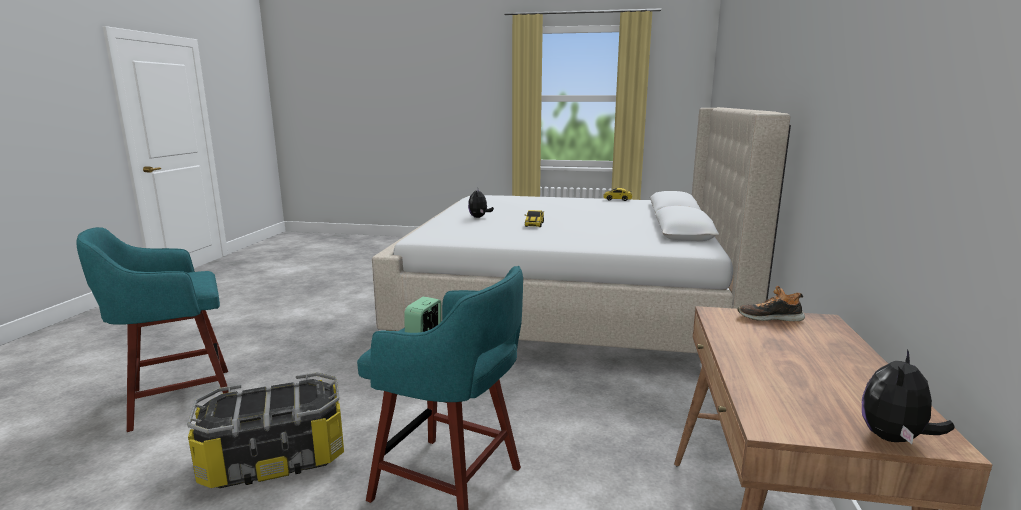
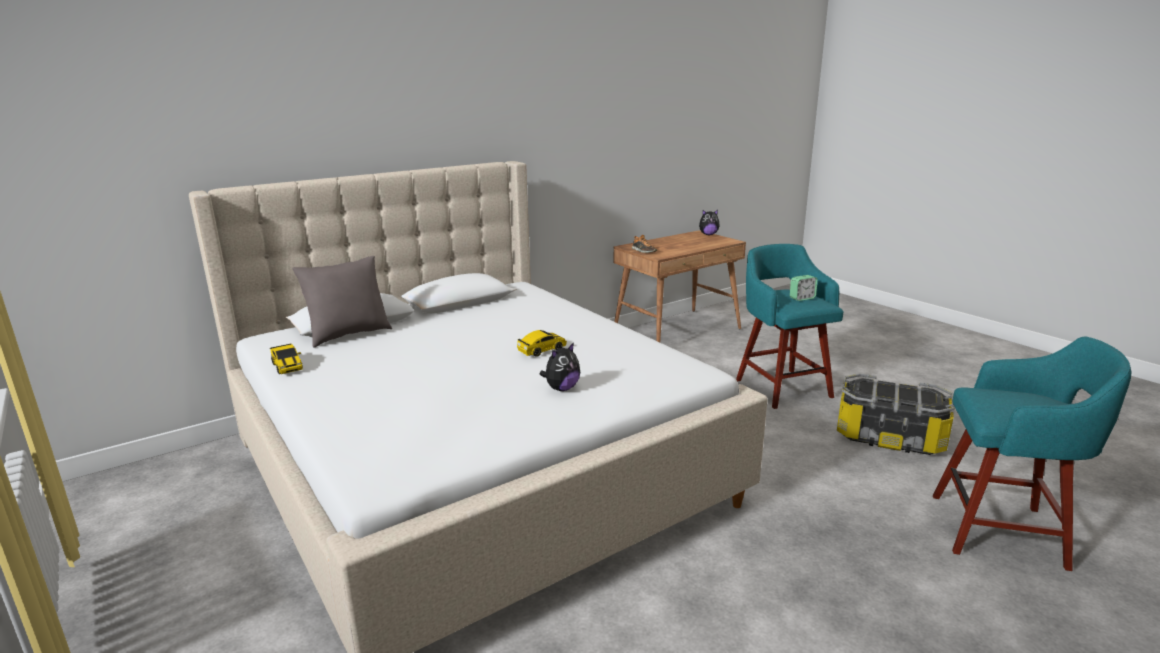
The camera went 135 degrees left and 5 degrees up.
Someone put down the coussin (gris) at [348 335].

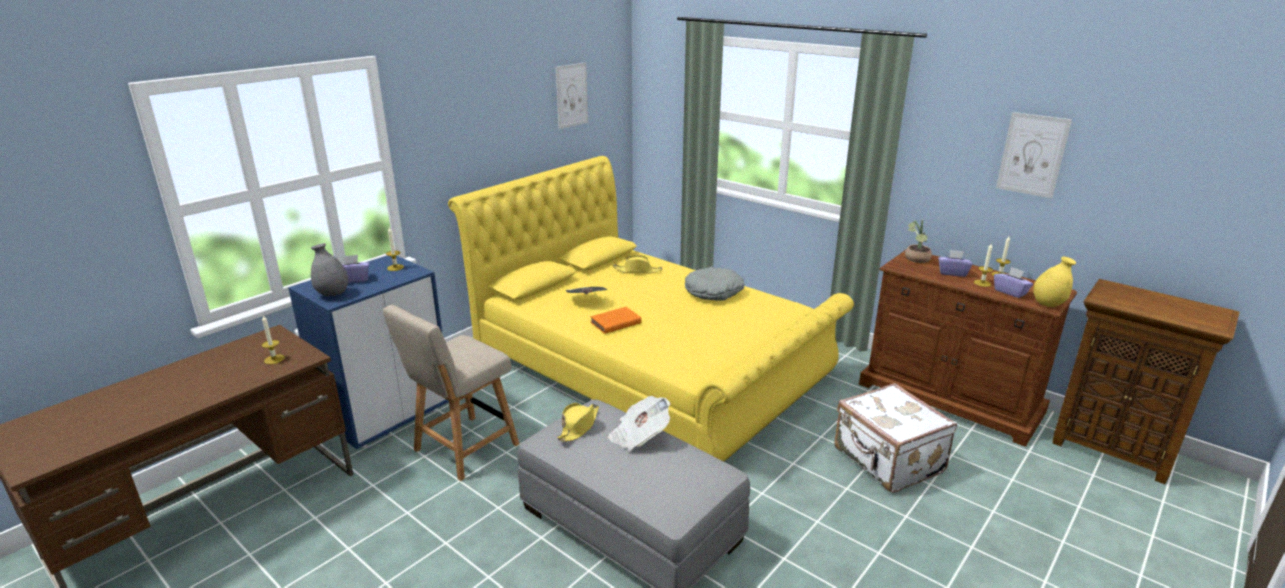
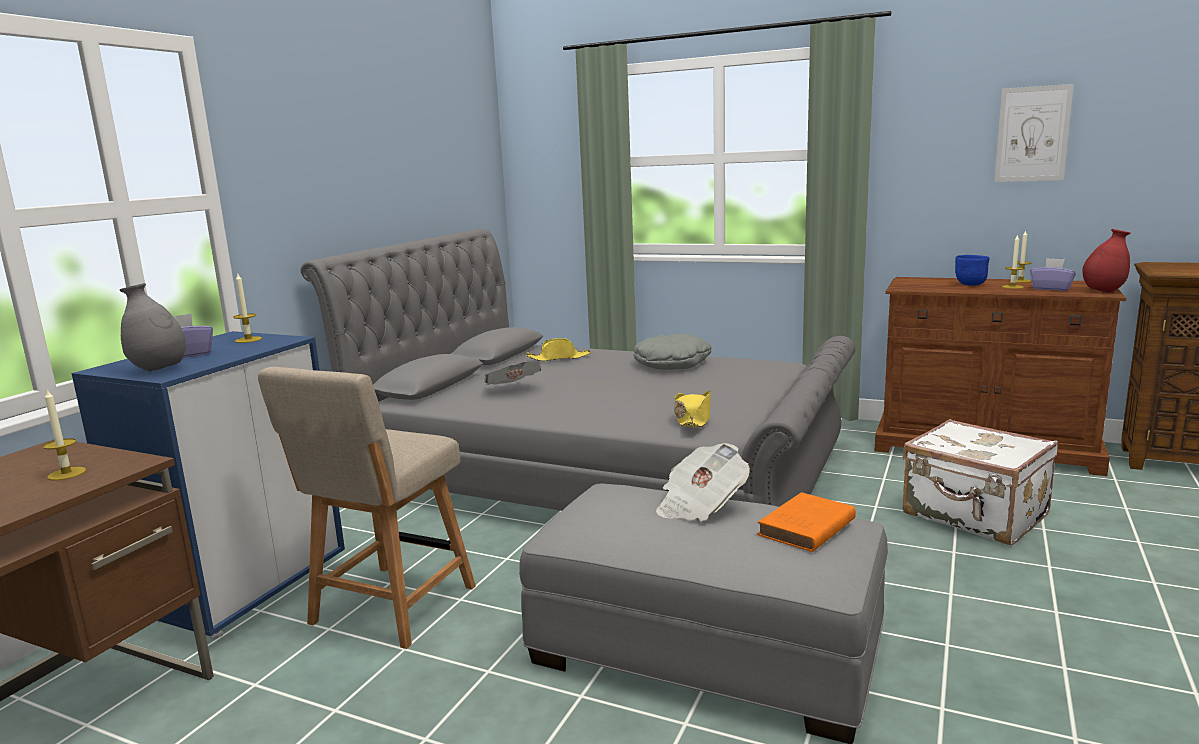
The camera went 15 degrees left and 10 degrees down.
Someone repainted the lit (jaune) at [648 362], which became the lit (gris) at [601 469].
Someone carried the chapeau (jaune) from [579 426] to [693 419].
Someone carried the livre (orange) from [614 323] to [805 528].
Someone swapped the boîte à mouchoirs (violet) at [952 273] for the bol (bleu) at [970 284].
Someone repainted the vase (jaune) at [1048 304], which became the vase (rouge) at [1103 291].
Someone took away the tableau at [571 95].
Someone took away the plante en pot at [916 259].

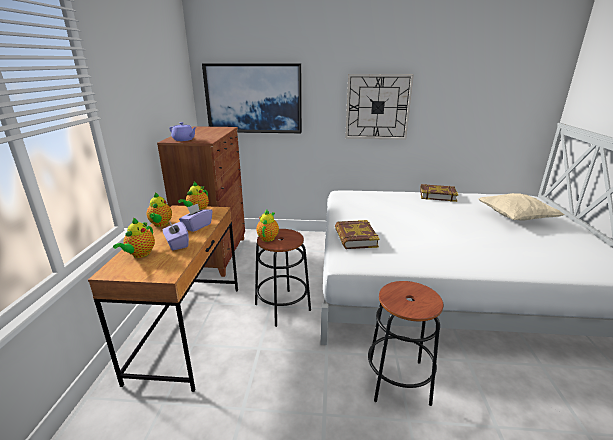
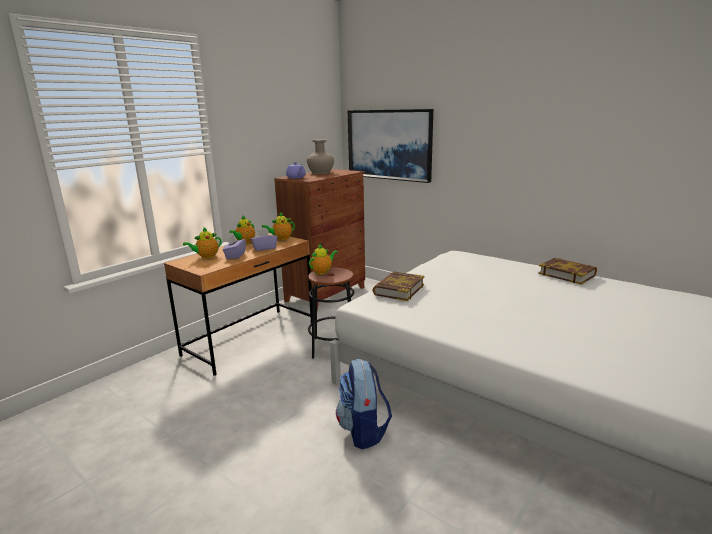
The camera went 35 degrees right and 5 degrees down.
Someone put down the vase (beige) at [321 172].
Someone swapped the tabouret (noir) at [398 380] for the sac à dos at [363 431].
Someone took away the horloge murale at [377 107].
Someone took away the coussin (beige) at [515 218].

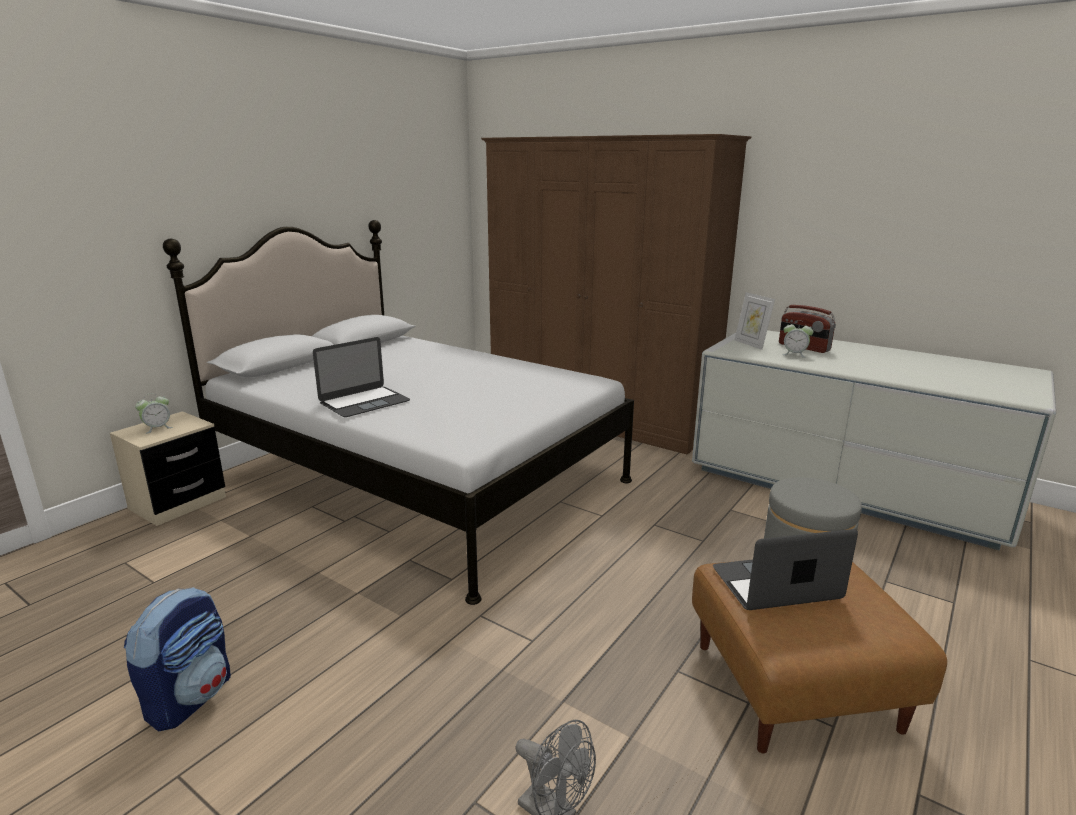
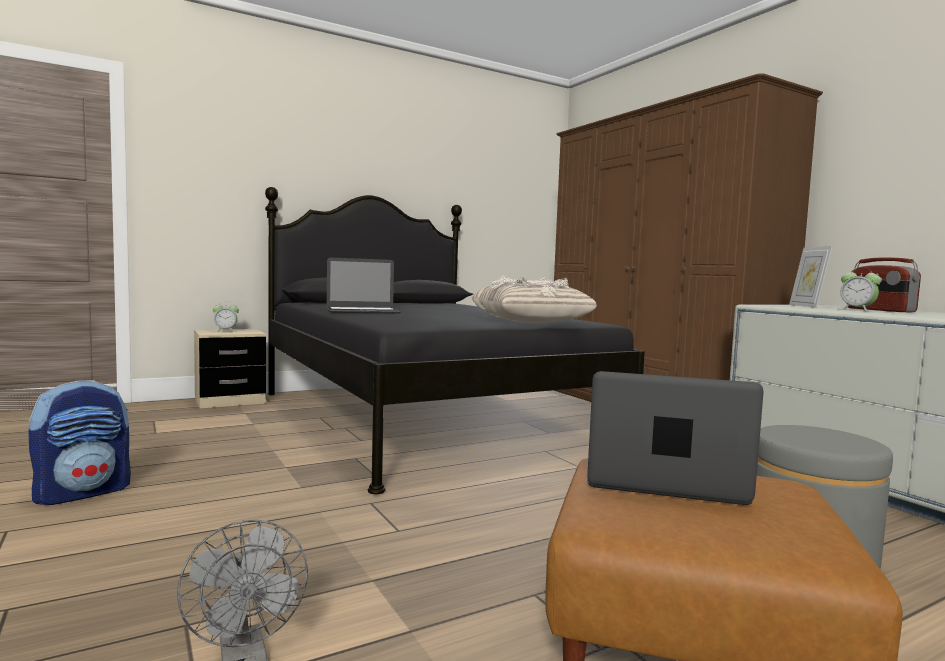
The camera went 25 degrees right and 15 degrees down.
Someone repainted the lit (blanc) at [419 480], which became the lit (noir) at [426 418].
Someone put down the coussin (beige) at [529 322].

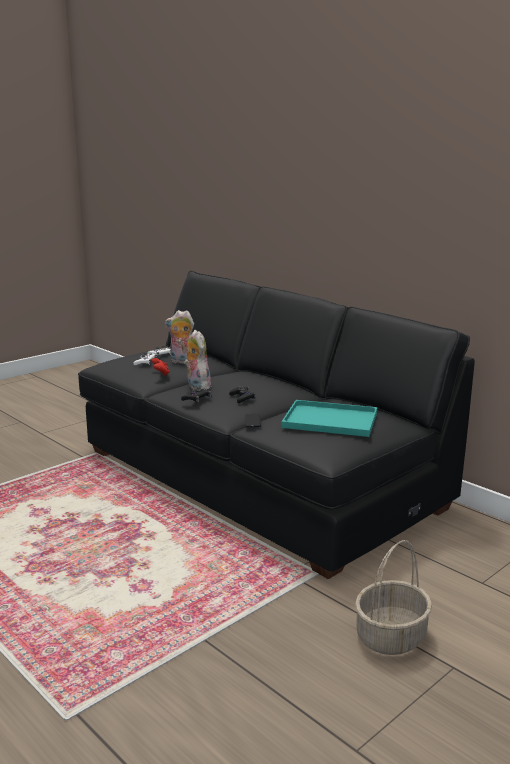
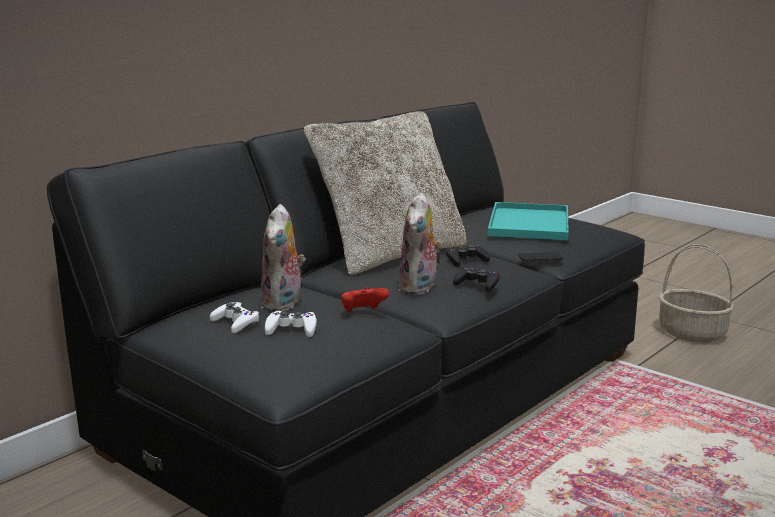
The camera went 95 degrees left and 0 degrees up.
Someone put down the coussin (beige) at [391 252].
Someone rotated the peluche at [196 386] by 45 degrees counterclockwise.

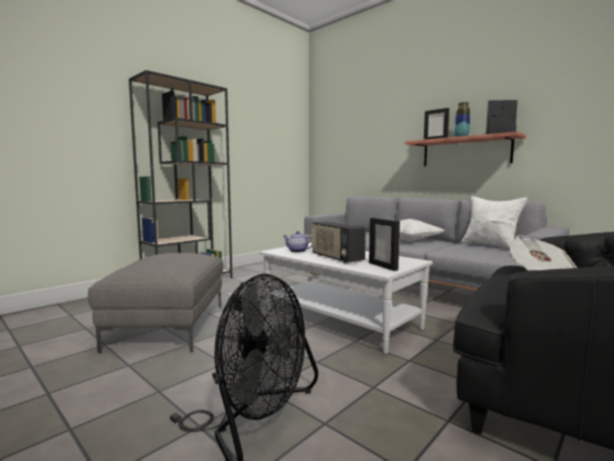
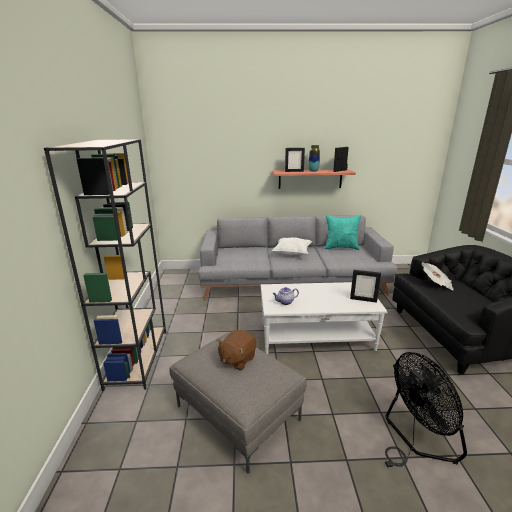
The camera went 45 degrees left and 15 degrees up.
Someone put down the peluche (marron) at [237 359].
Someone repainted the coussin (blanc) at [490 246], which became the coussin (turquoise) at [341 247].
Someone took away the radio at [336 258].

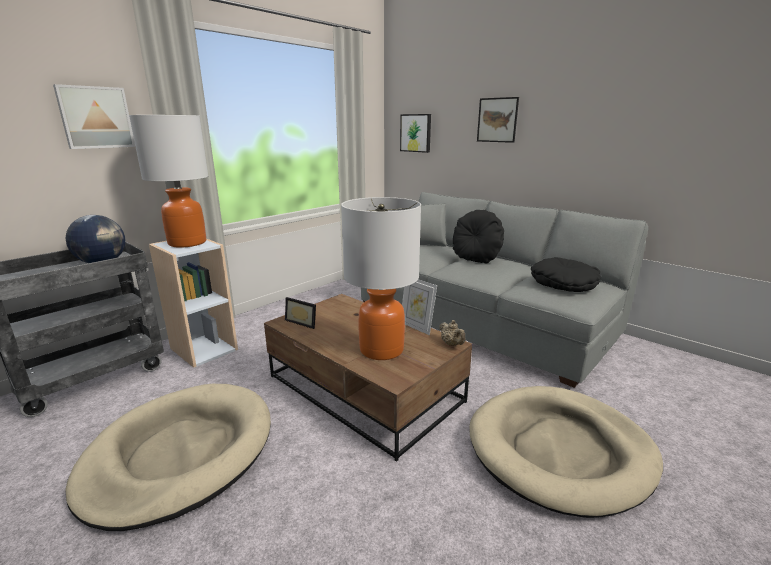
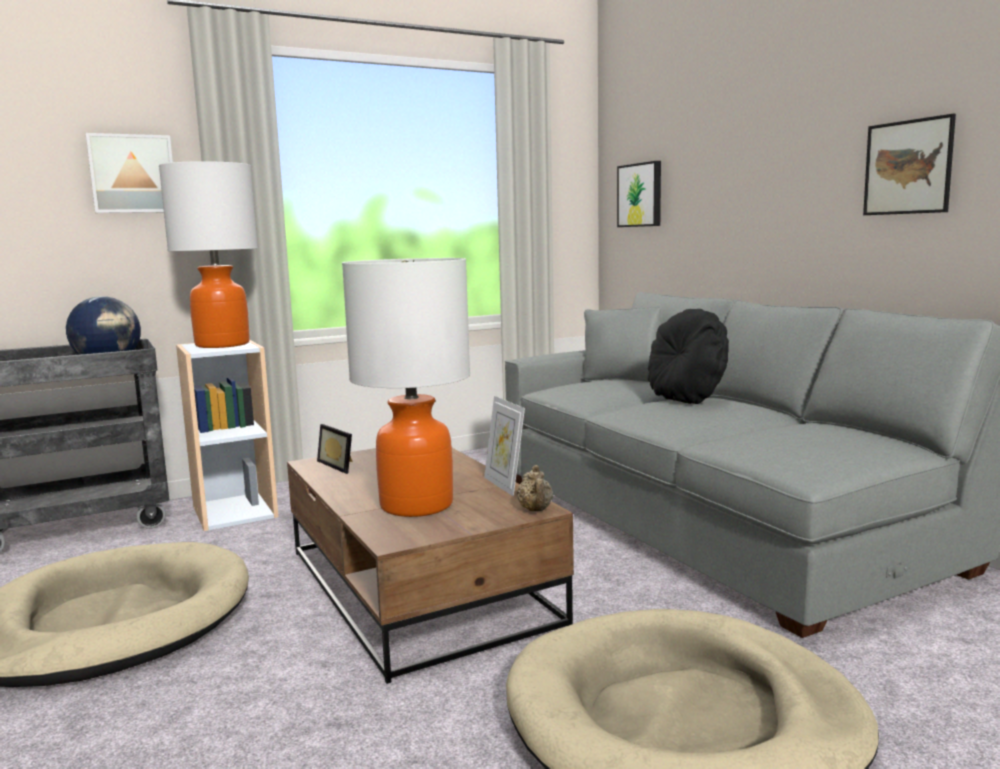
The camera went 20 degrees right and 10 degrees down.
Someone carried the tableau from [497 120] to [908 167].
Someone took away the coussin (noir) at [564 284].

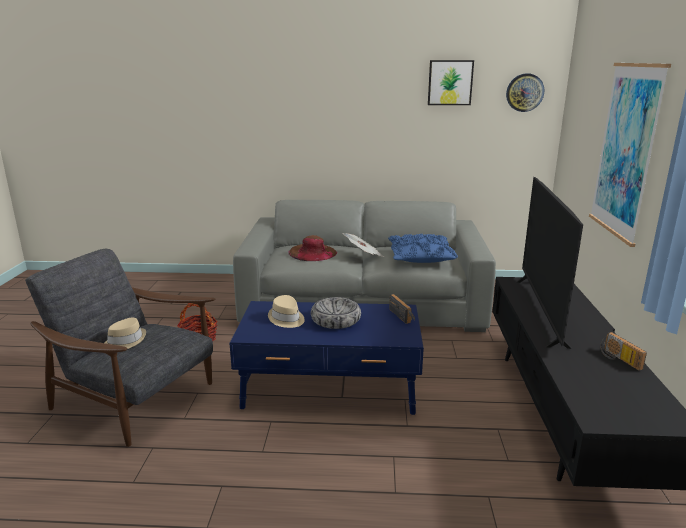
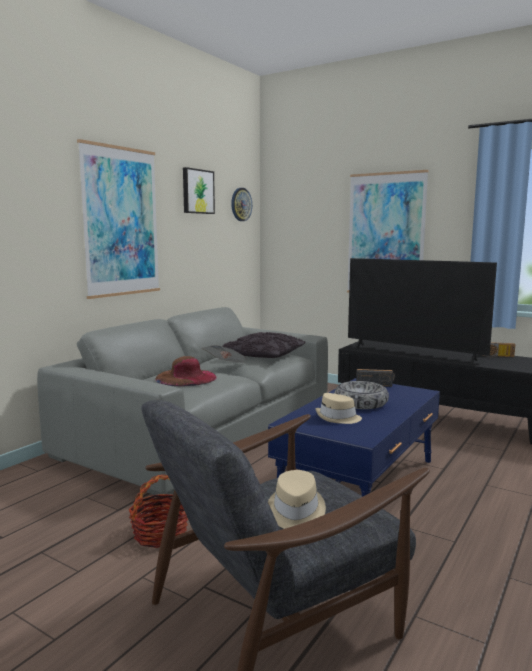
The camera went 60 degrees left and 10 degrees down.
Someone put up the tableau at [121 222].
Someone repainted the coussin (bleu) at [420 257], which became the coussin (noir) at [264 355].

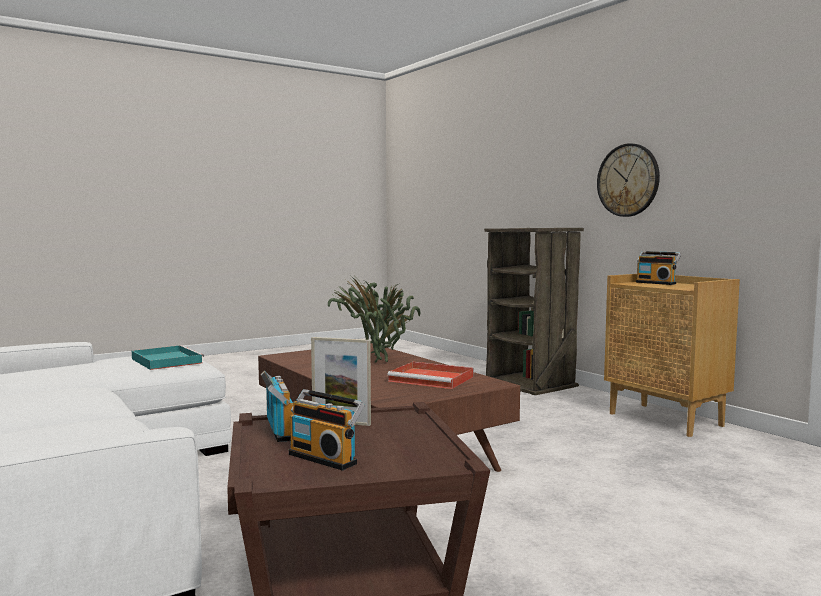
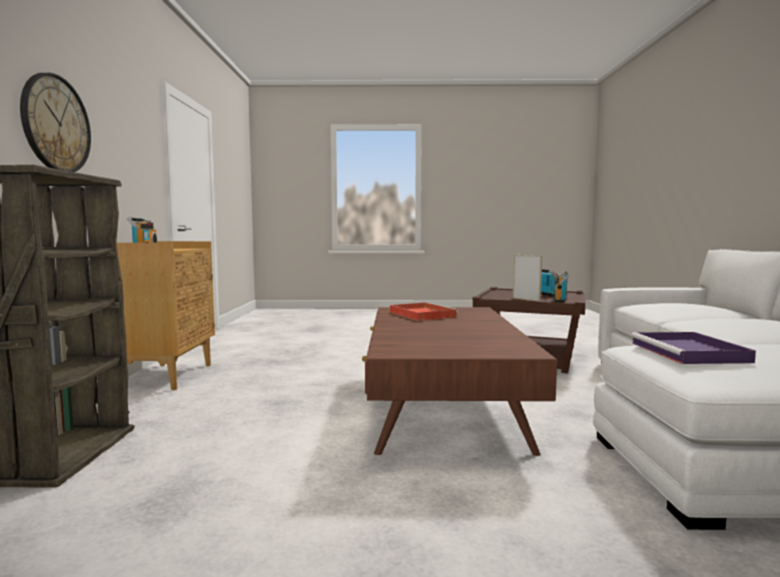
The camera went 145 degrees left and 0 degrees up.
Someone repainted the plateau (turquoise) at [165 361], which became the plateau (violet) at [690 353].
Someone took away the plante en pot at [378 361].

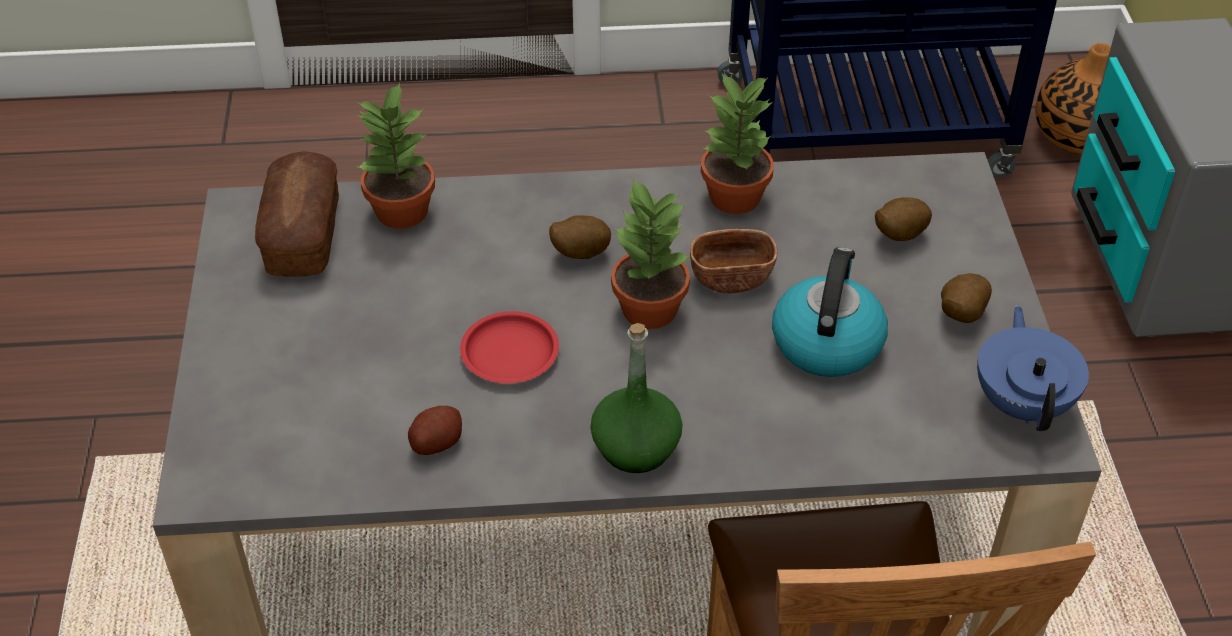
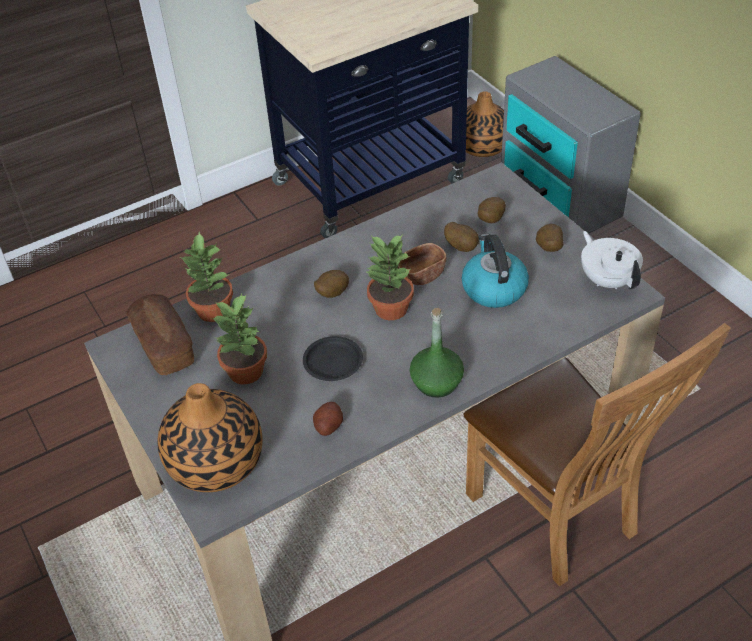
The camera went 25 degrees left and 0 degrees up.
Someone put down the vase at [215 462].
Someone carried the plante en pot from [735 198] to [246 372].
Someone repainted the assiette (rouge) at [509 352], which became the assiette (noir) at [332 362].
Someone put down the pomme de terre at [462 247].
Someone repainted the théière (bleu) at [1023 402], which became the théière (blanc) at [608 280].

